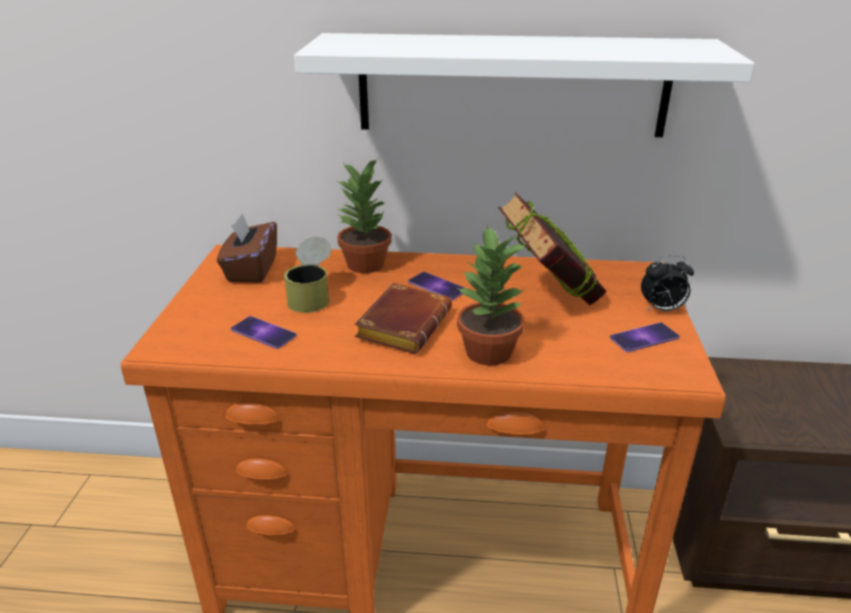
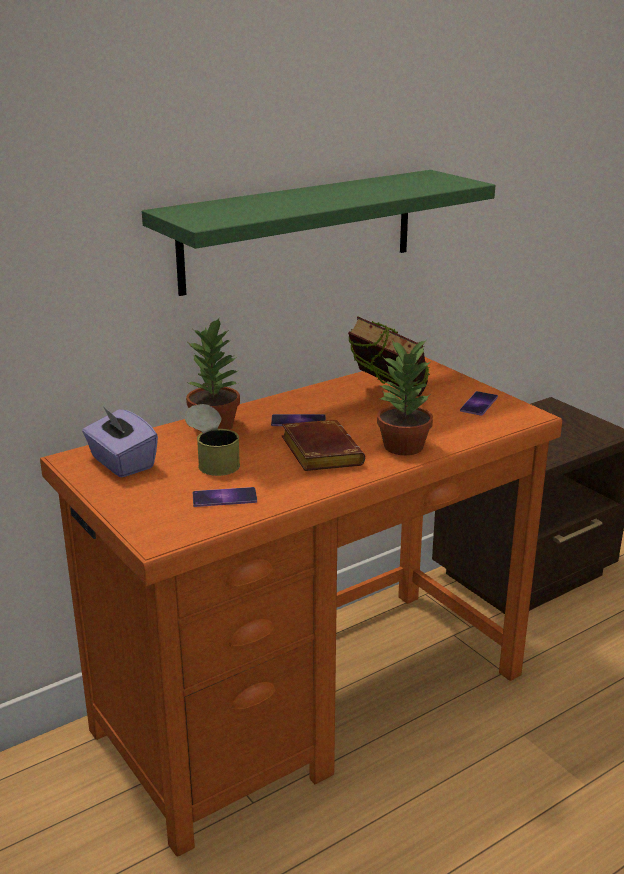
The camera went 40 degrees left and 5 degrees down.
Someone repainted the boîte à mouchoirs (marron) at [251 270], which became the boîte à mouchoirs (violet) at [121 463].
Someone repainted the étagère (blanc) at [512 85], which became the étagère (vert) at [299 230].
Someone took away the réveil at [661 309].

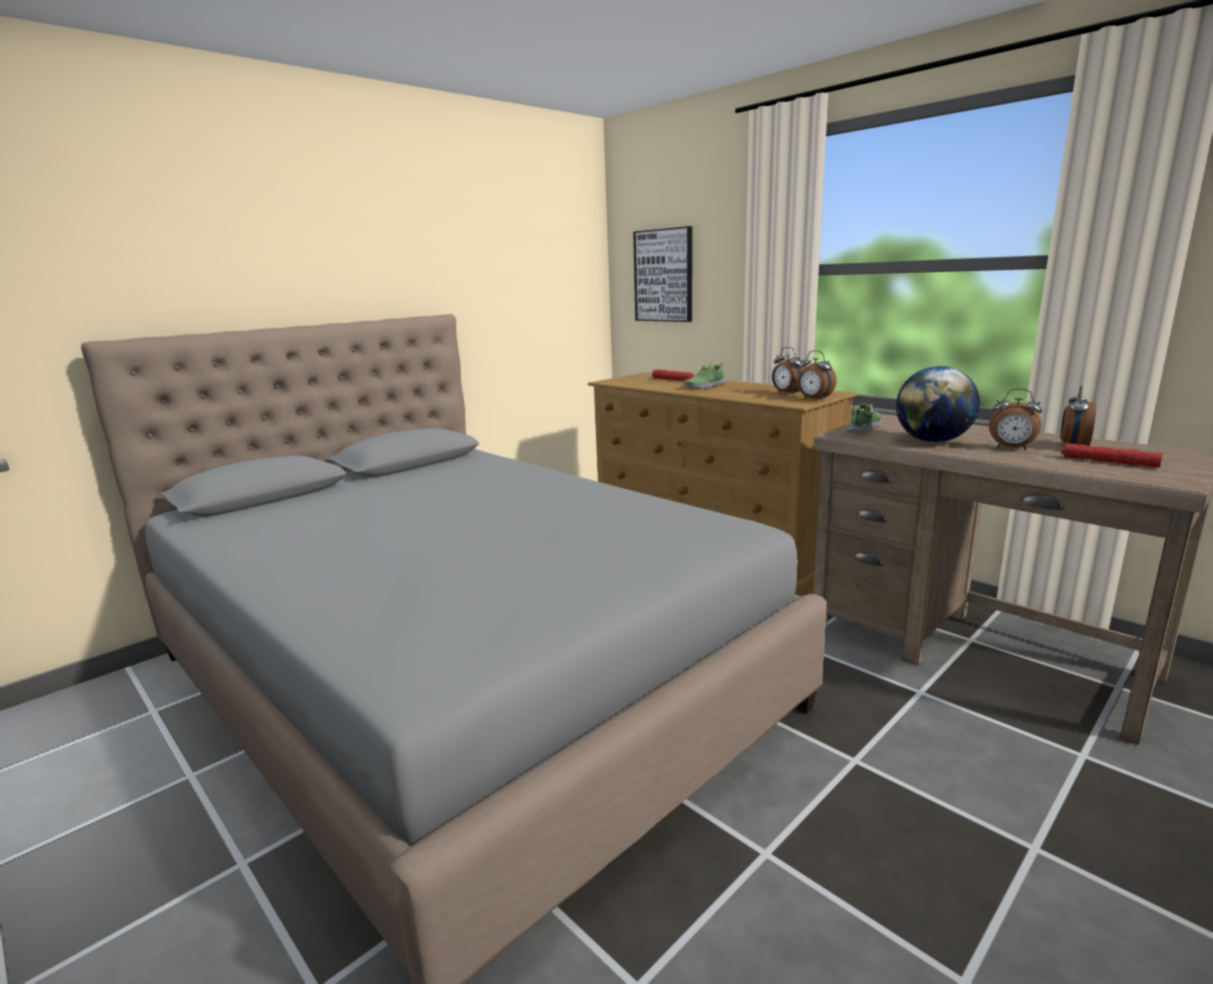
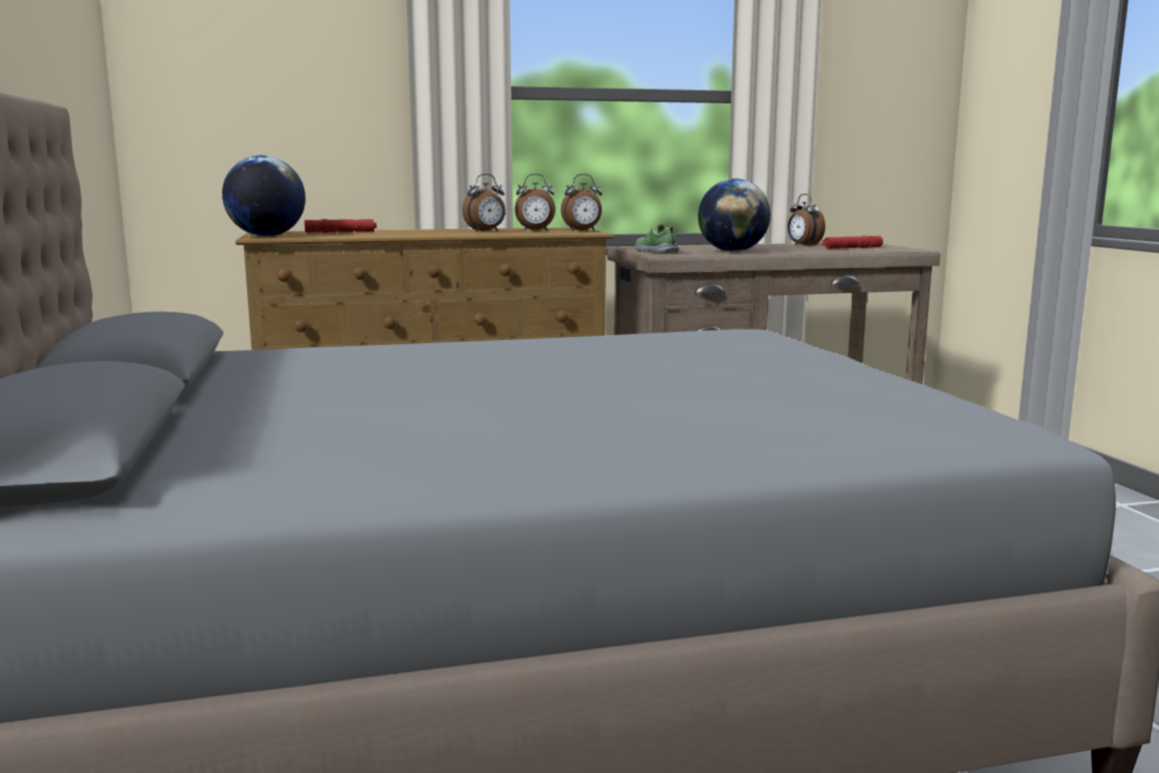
The camera went 60 degrees left and 5 degrees down.
Someone put down the globe at [267 236].
Someone carried the réveil from [1011 448] to [486 231].
Someone took away the tableau at [664 275].
Someone took away the chaussure at [704 387].

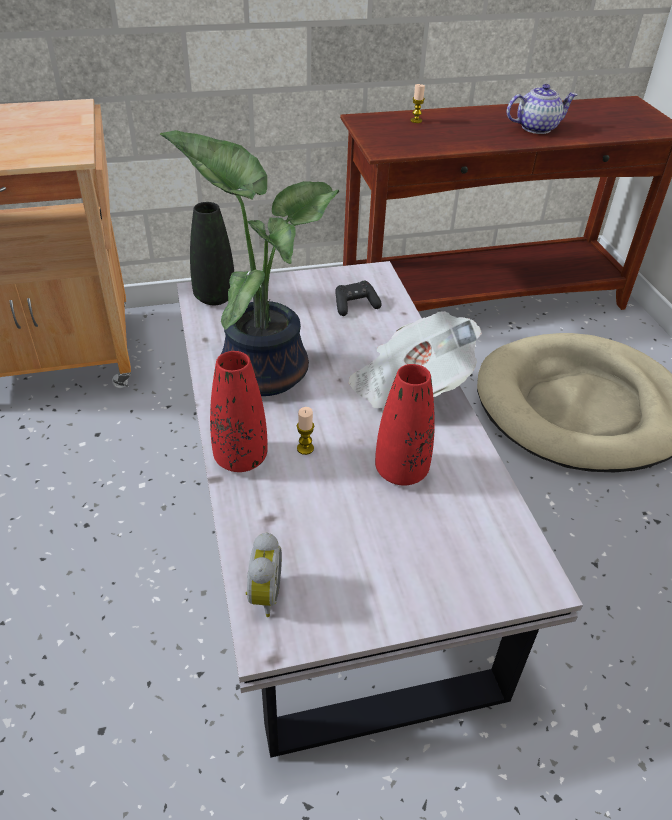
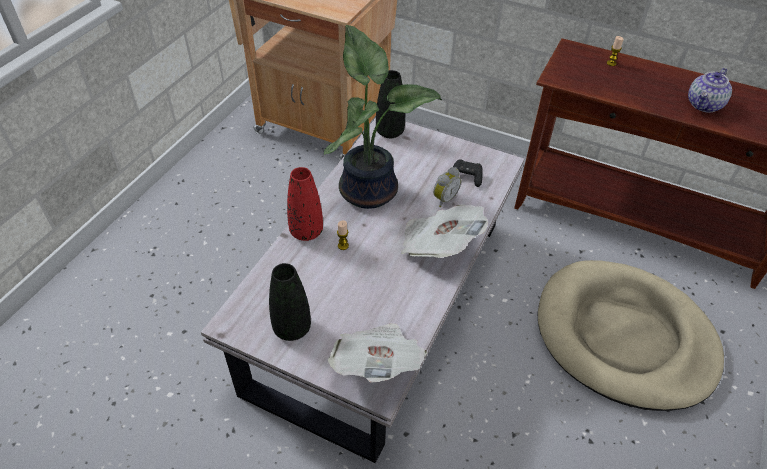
The camera went 40 degrees right and 5 degrees up.
Someone put down the vase (noir) at [292 328].
Someone put down the journal at [378 364].
Someone carried the réveil from [262 595] to [444 199].
Someone rotated the théière at [536 128] by 105 degrees clockwise.
Someone took away the vase (rouge) at [401 471].

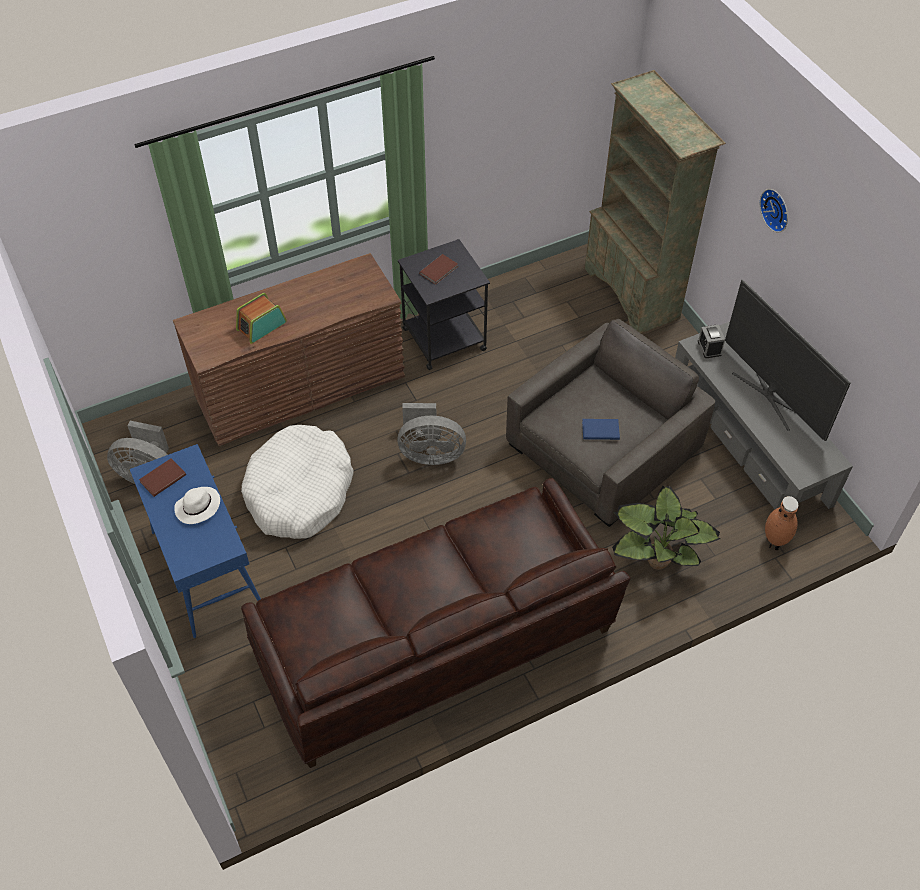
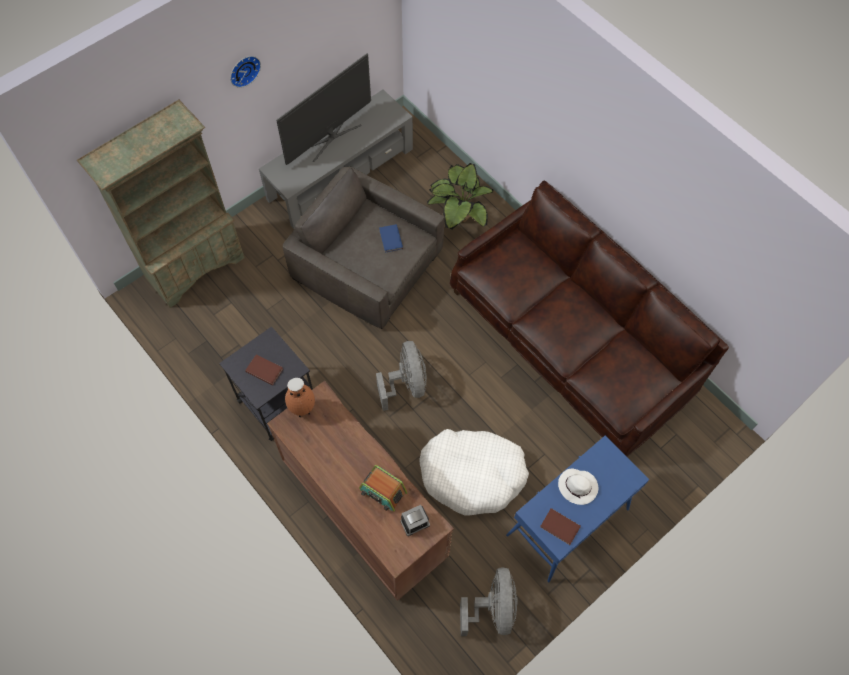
The camera went 105 degrees left and 10 degrees up.
Someone carried the vase (marron) from [775 543] to [303 410].
Someone carried the réveil from [709 348] to [415 523].

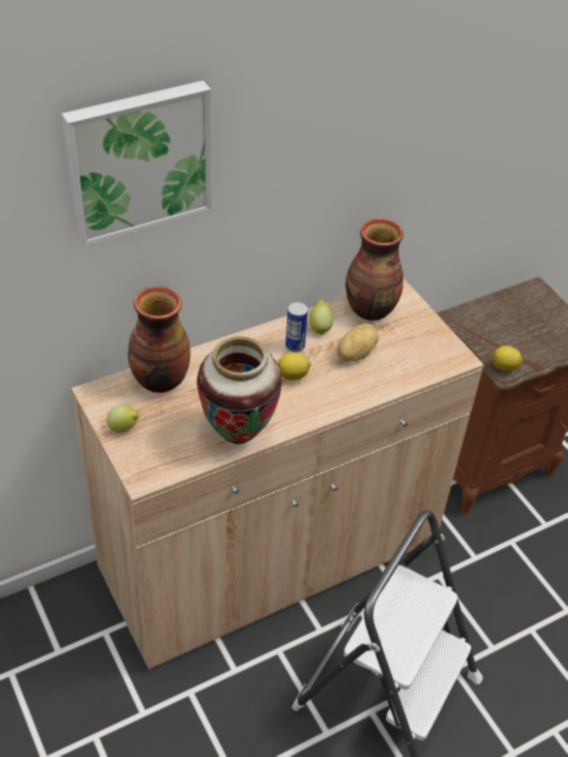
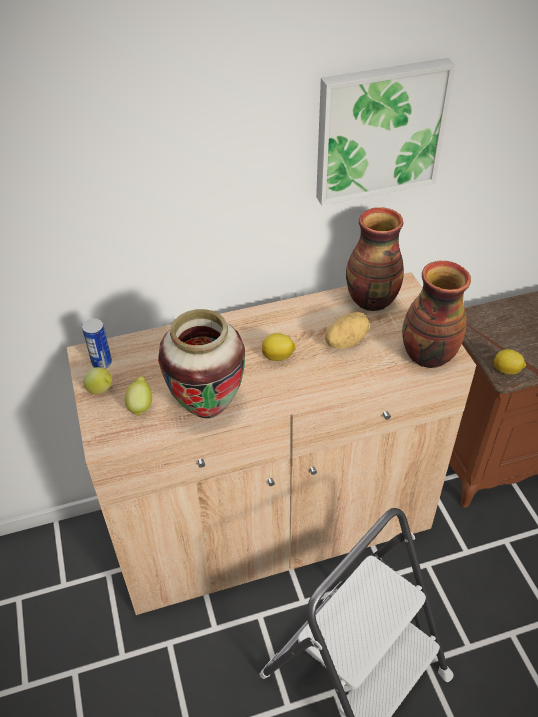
The camera went 15 degrees right and 0 degrees up.
Someone carried the boîte métallique from [295 346] to [102 363].
Someone carried the citron from [320 327] to [141 405].
Someone carried the tableau from [138 160] to [379 130].
Someone carried the vase from [159 380] to [427 355].

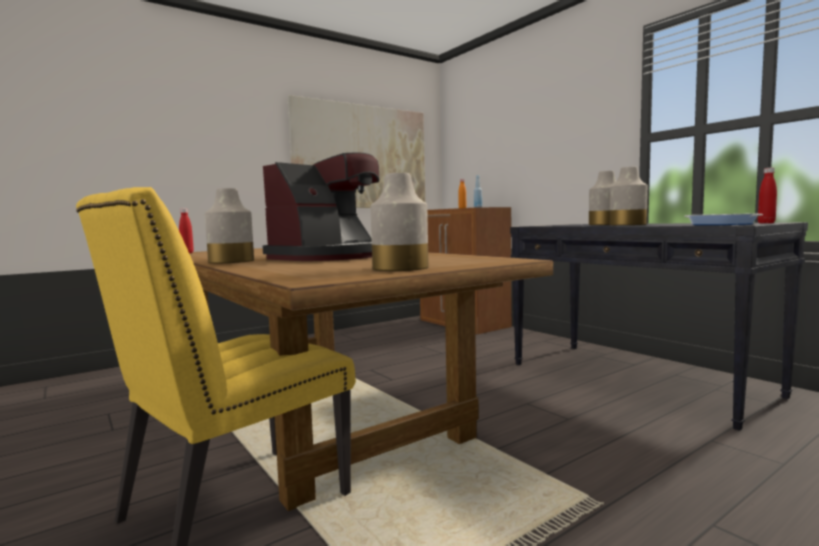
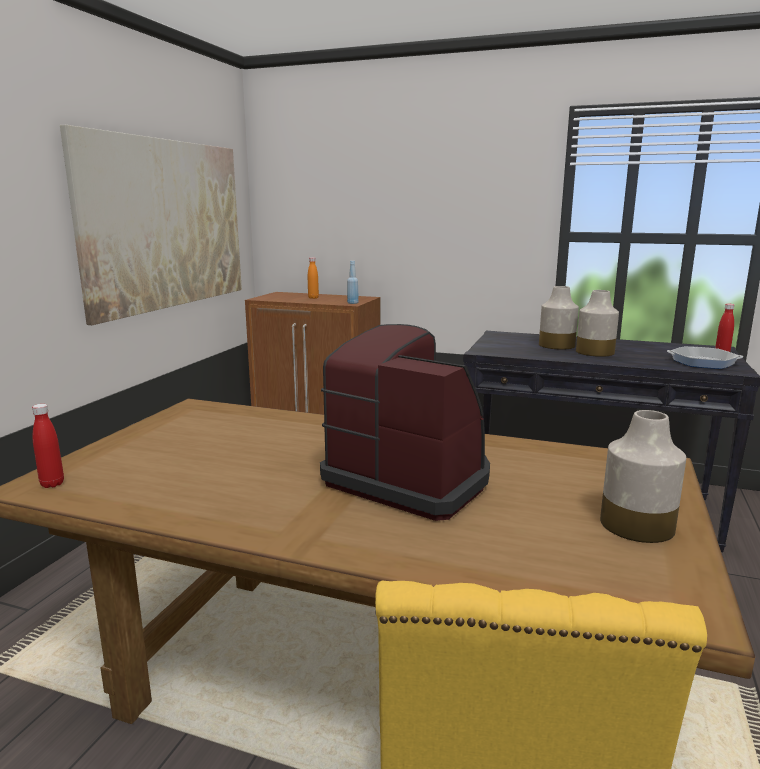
The camera went 35 degrees left and 10 degrees up.
Someone rotated the machine à café at [330 257] by 60 degrees counterclockwise.
Someone took away the vase (beige) at [231 261].

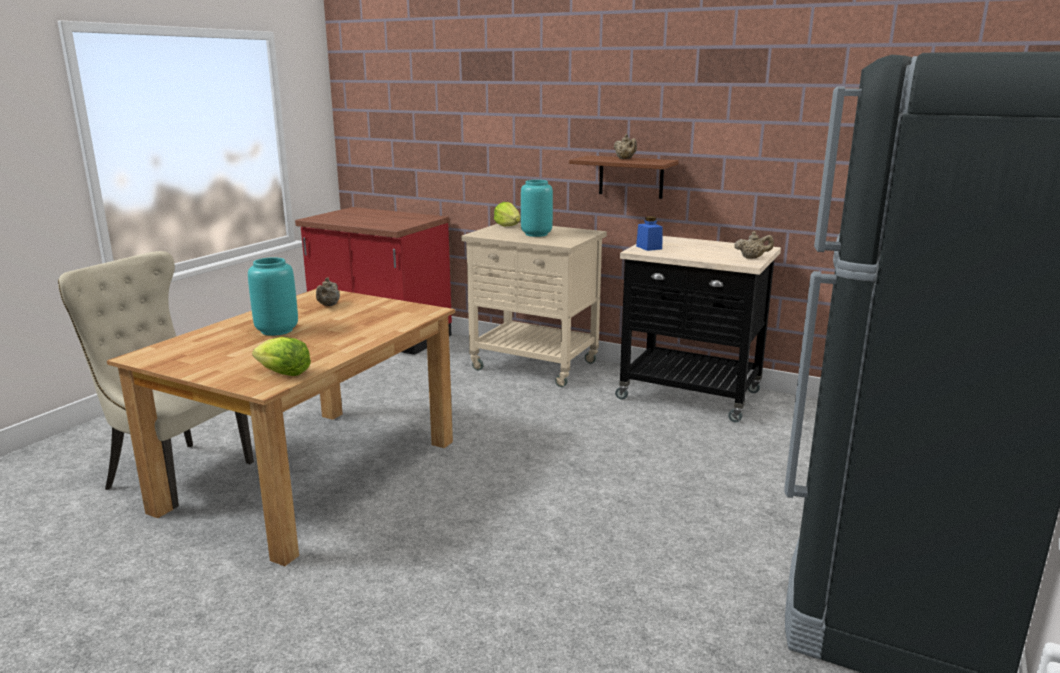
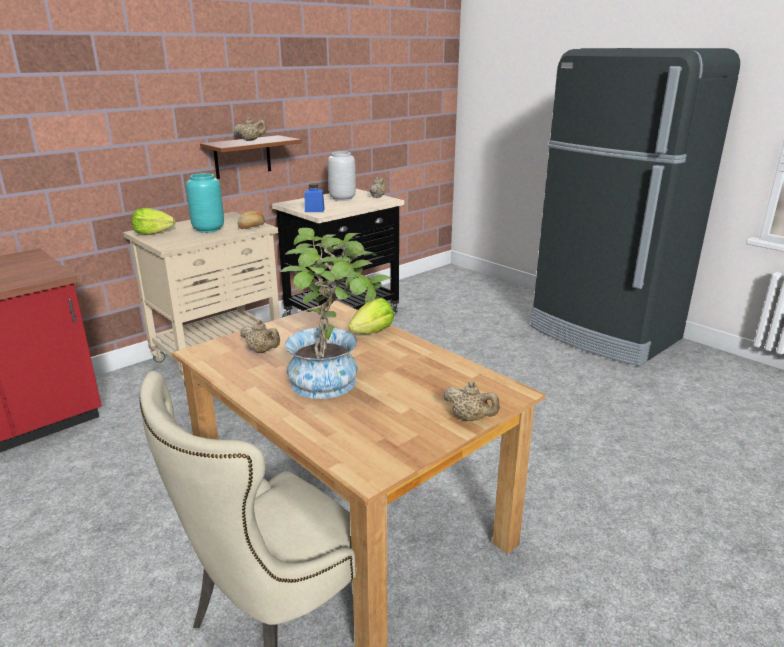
The camera went 70 degrees left and 5 degrees up.
Someone put down the pain at [252 226].
Someone swapped the vase (turquoise) at [276 331] for the plante en pot at [334 382].
Someone put down the vase (gris) at [343 198].
Someone carried the laitue from [284 373] to [372 332].
Someone put down the théière (beige) at [470 418].

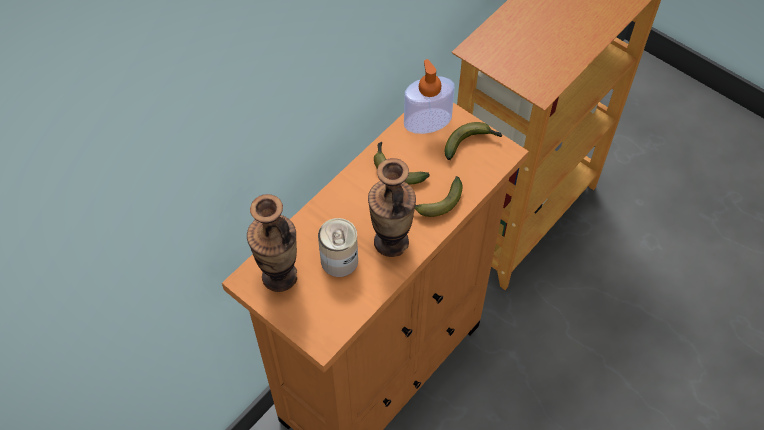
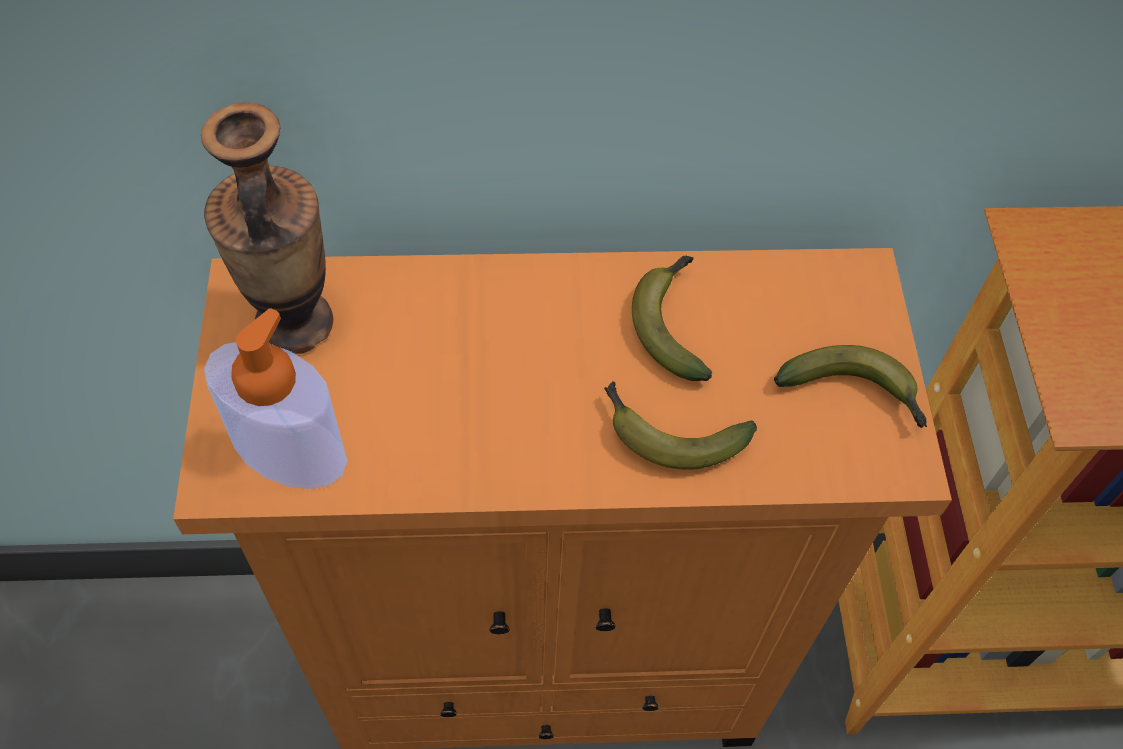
The camera went 45 degrees right and 0 degrees up.
Someone carried the distributeur de savon from [427 121] to [289 449].
Someone took away the boîte métallique at [339 260].
Someone took away the vase at [391 242].

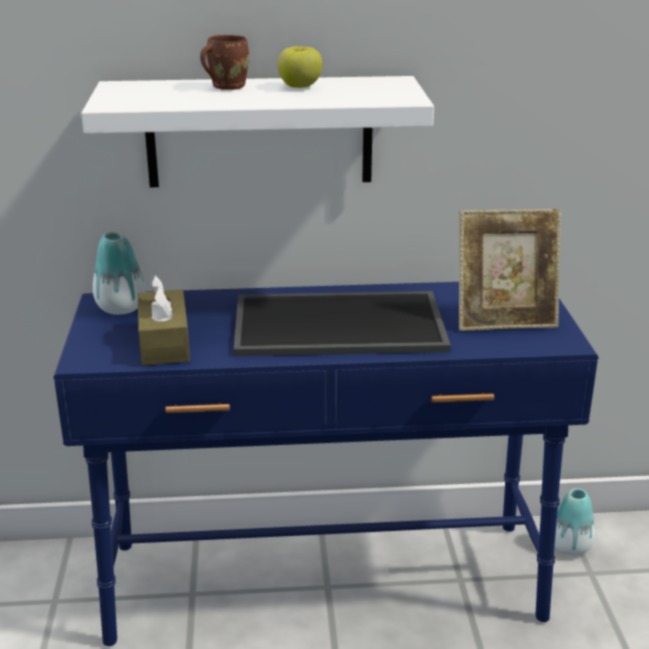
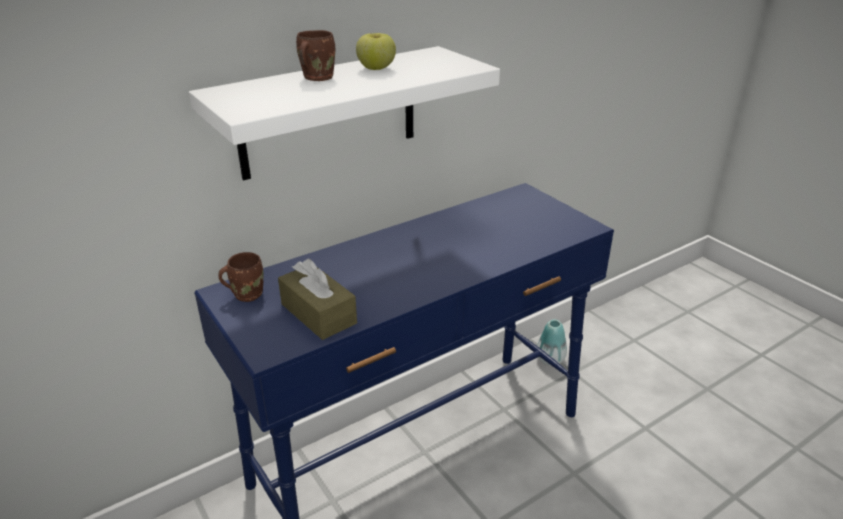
The camera went 30 degrees left and 5 degrees up.
Someone swapped the vase at [121 308] for the mug (marron) at [246 294].
Someone took away the plateau at [340 323].
Someone took away the cadre photo at [504 321].

